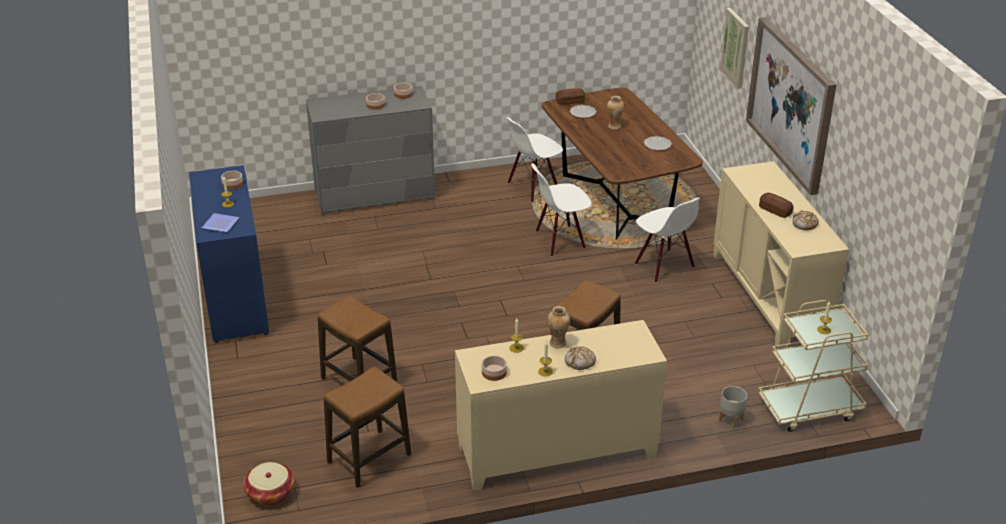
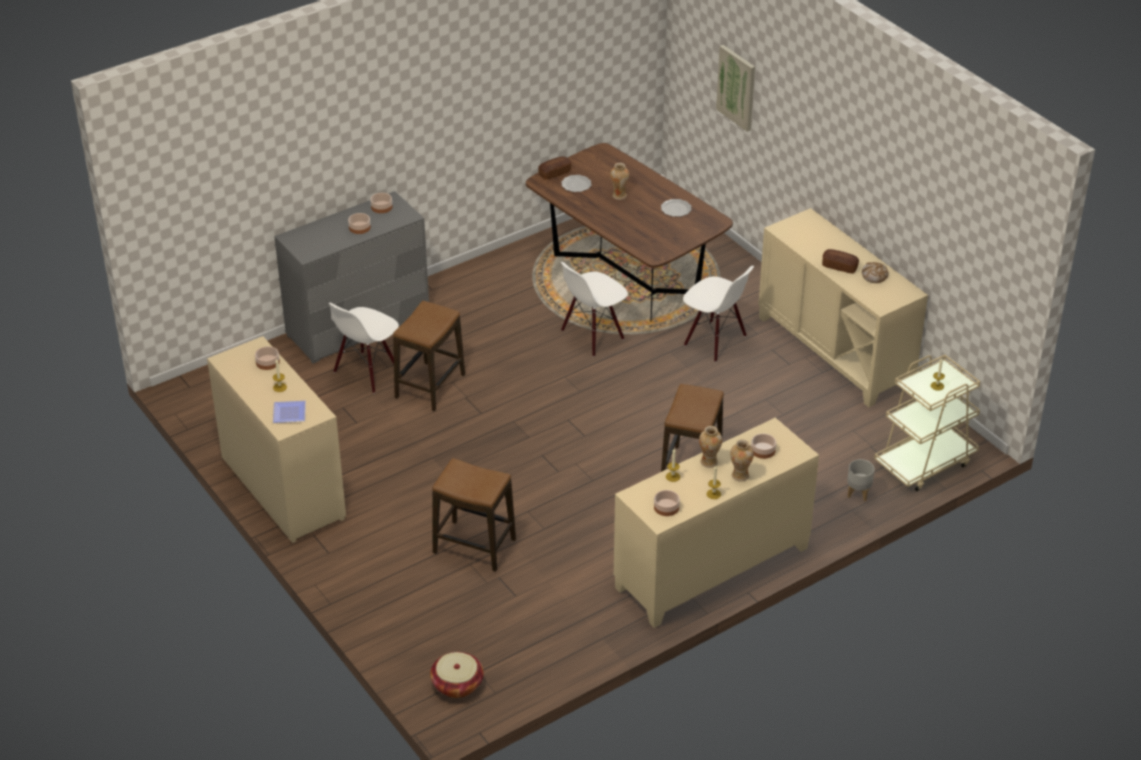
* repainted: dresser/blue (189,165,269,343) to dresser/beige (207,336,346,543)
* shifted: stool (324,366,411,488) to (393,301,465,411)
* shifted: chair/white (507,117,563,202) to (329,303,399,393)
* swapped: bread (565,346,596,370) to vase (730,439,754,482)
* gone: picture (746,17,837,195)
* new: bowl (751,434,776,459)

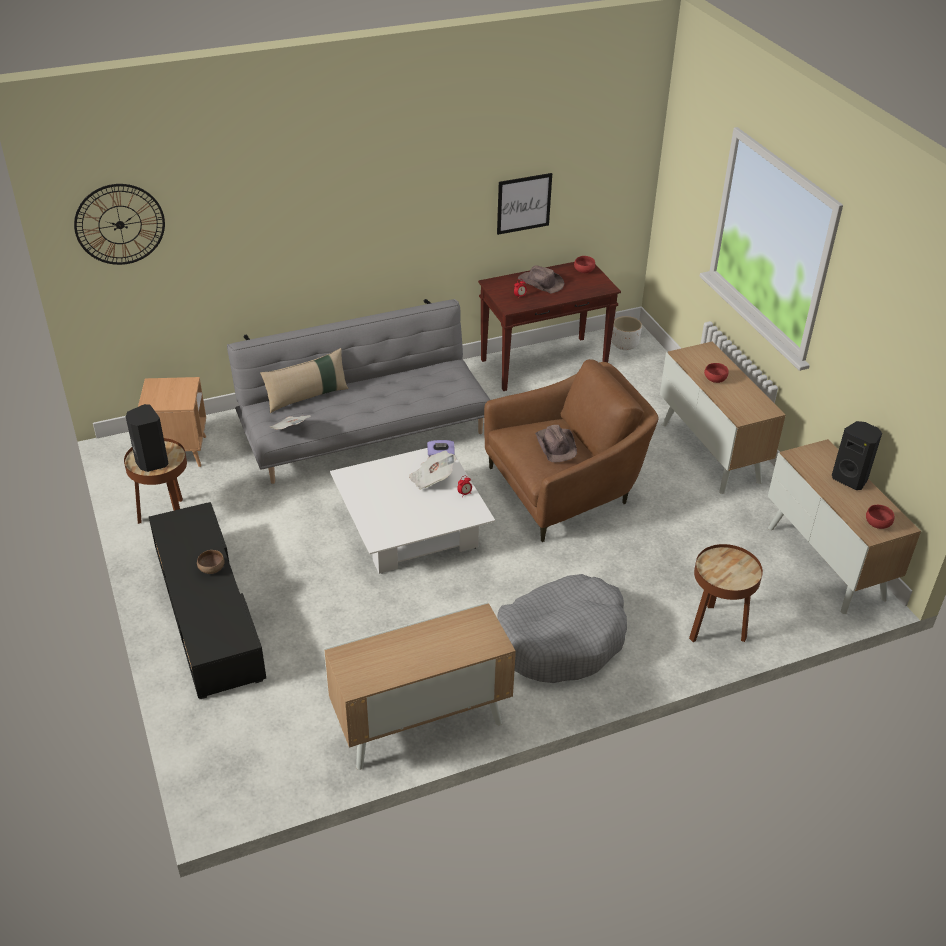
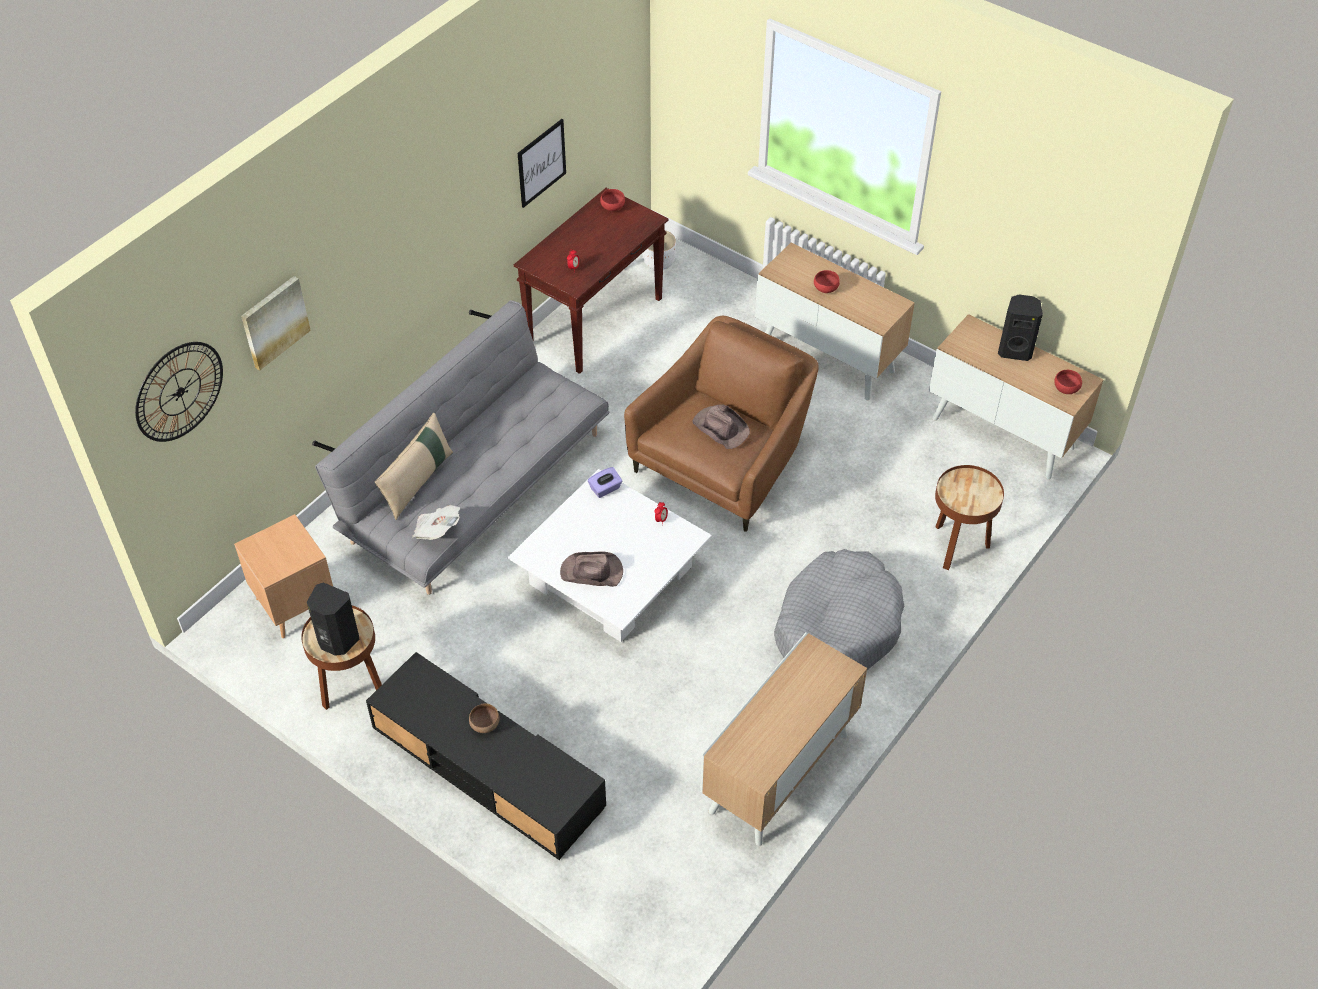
* gone: newspaper (409,451,456,490)
* shifted: hat/brown (517,265,564,293) to (560,552,623,587)
* new: picture (241,276,311,370)

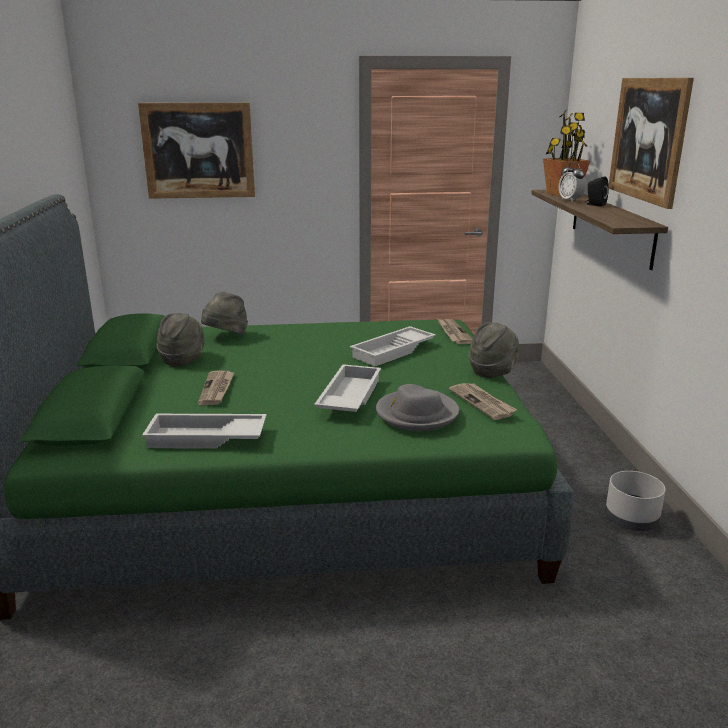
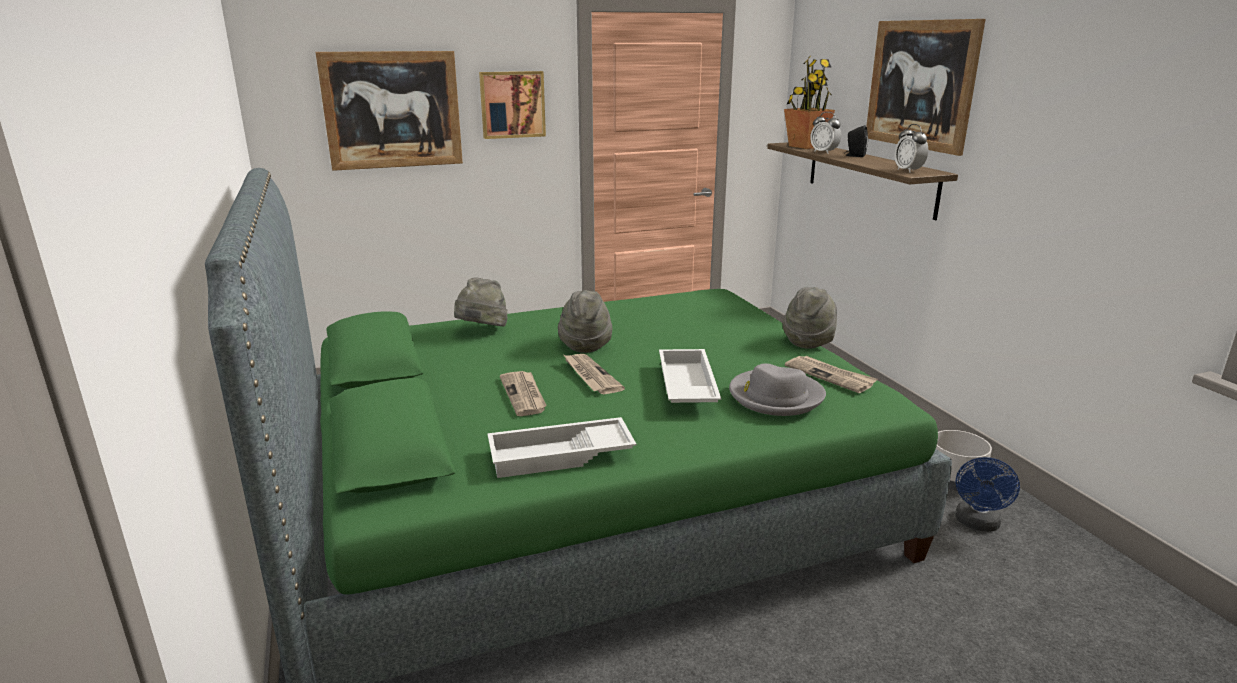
* shifted: hat/grey (157,313,204,367) to (558,290,612,353)
* gone: tray/white (350,326,436,366)
* shifted: newspaper (438,319,472,344) to (564,354,625,394)
* new: picture (479,71,546,139)
* new: alarm clock (894,124,928,173)
* new: fan/blue (955,457,1020,532)

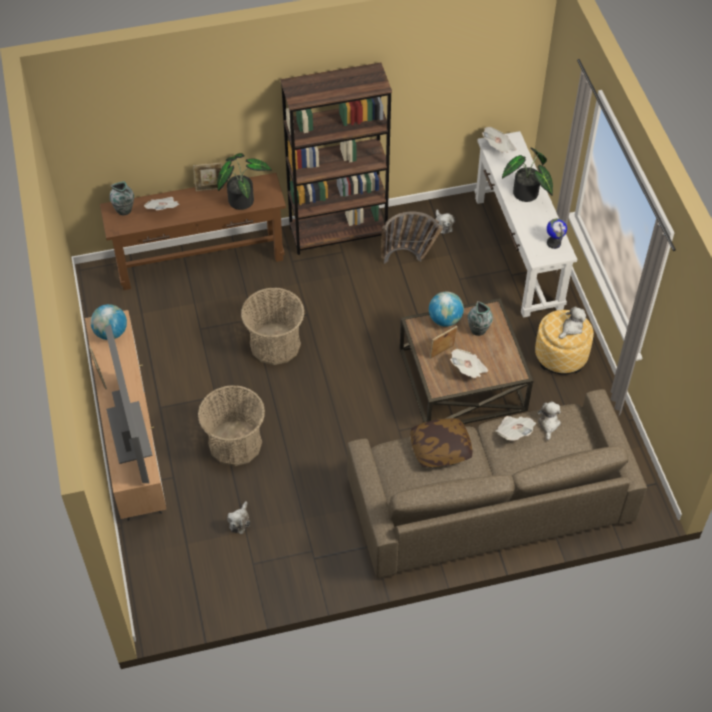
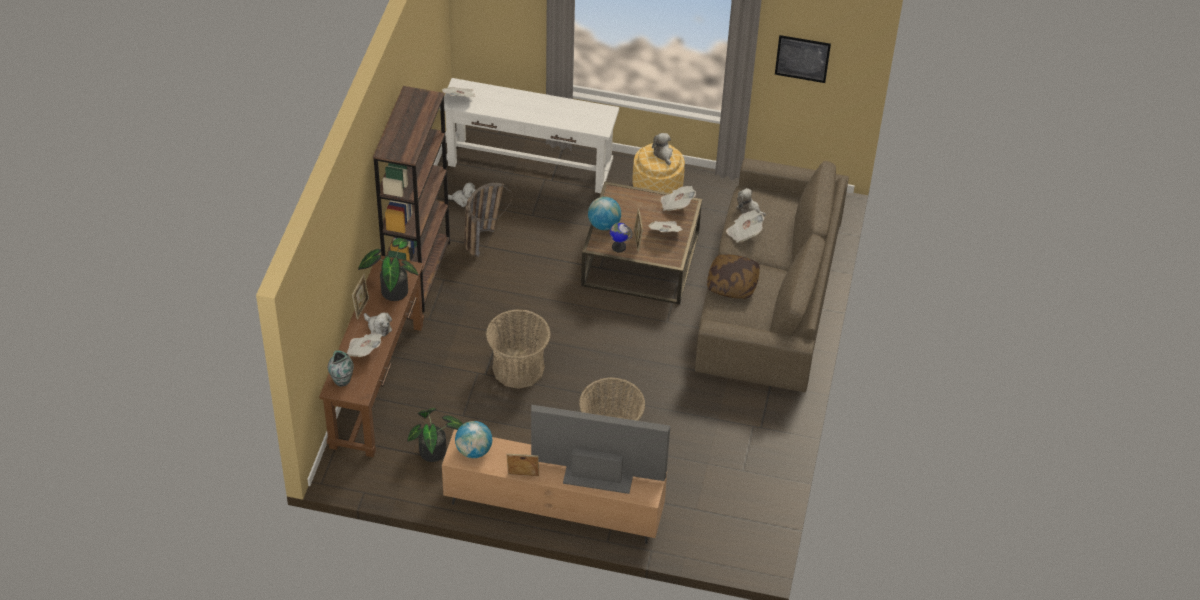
* shifted: plush toy (227,501,250,534) to (364,312,392,337)
* gone: vase (467,301,493,336)
* shifted: potted plant (502,148,553,202) to (407,408,463,462)
* shifted: globe (547,218,567,249) to (610,222,633,253)
* new: newspaper (660,186,696,211)
* new: picture (775,35,831,83)

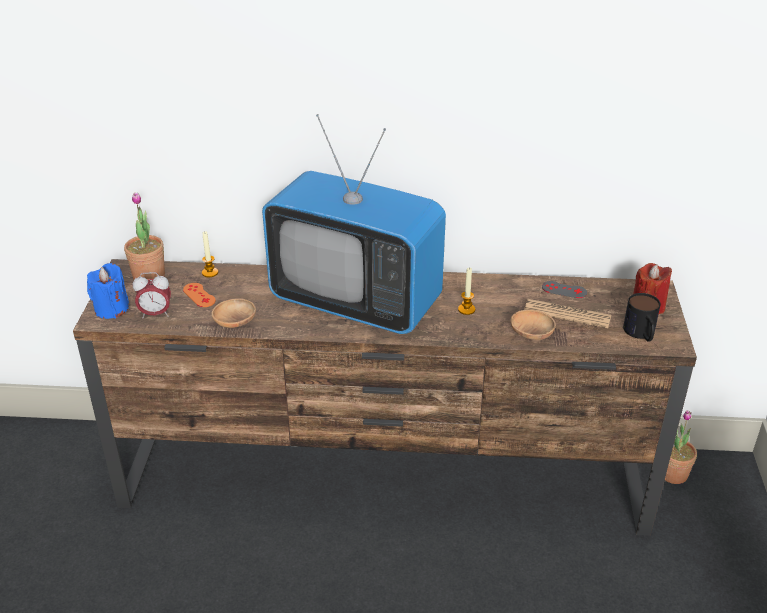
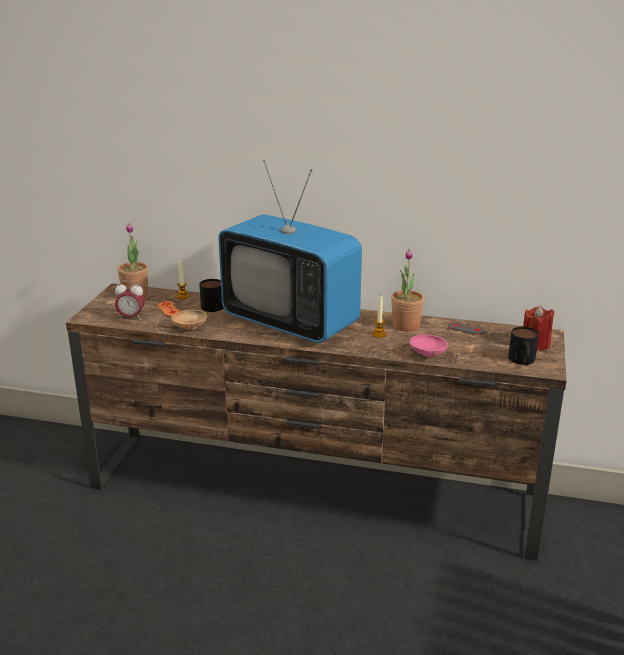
* gone: candle/blue (87,263,129,319)
* repainted: bowl/brown (510,310,556,340) to bowl/pink (410,334,448,357)
* gone: newspaper (524,299,611,328)
* shifted: potted plant (665,410,697,484) to (391,249,424,332)
* new: mug (199,279,223,312)

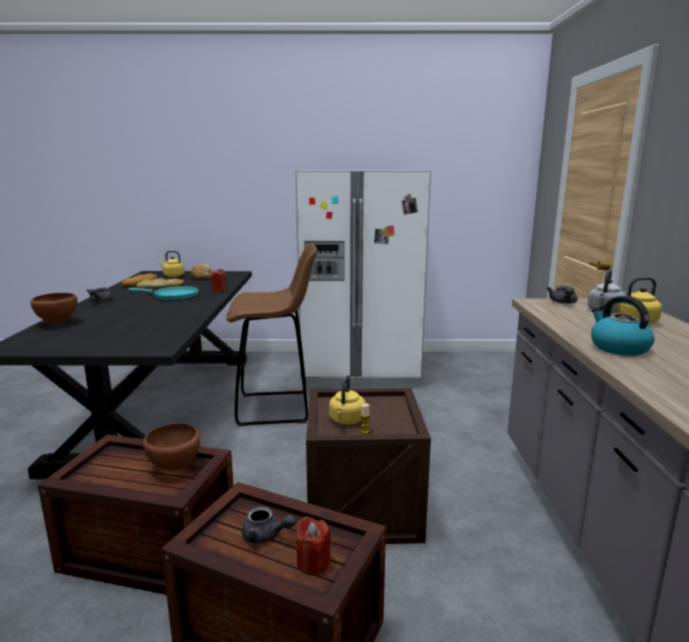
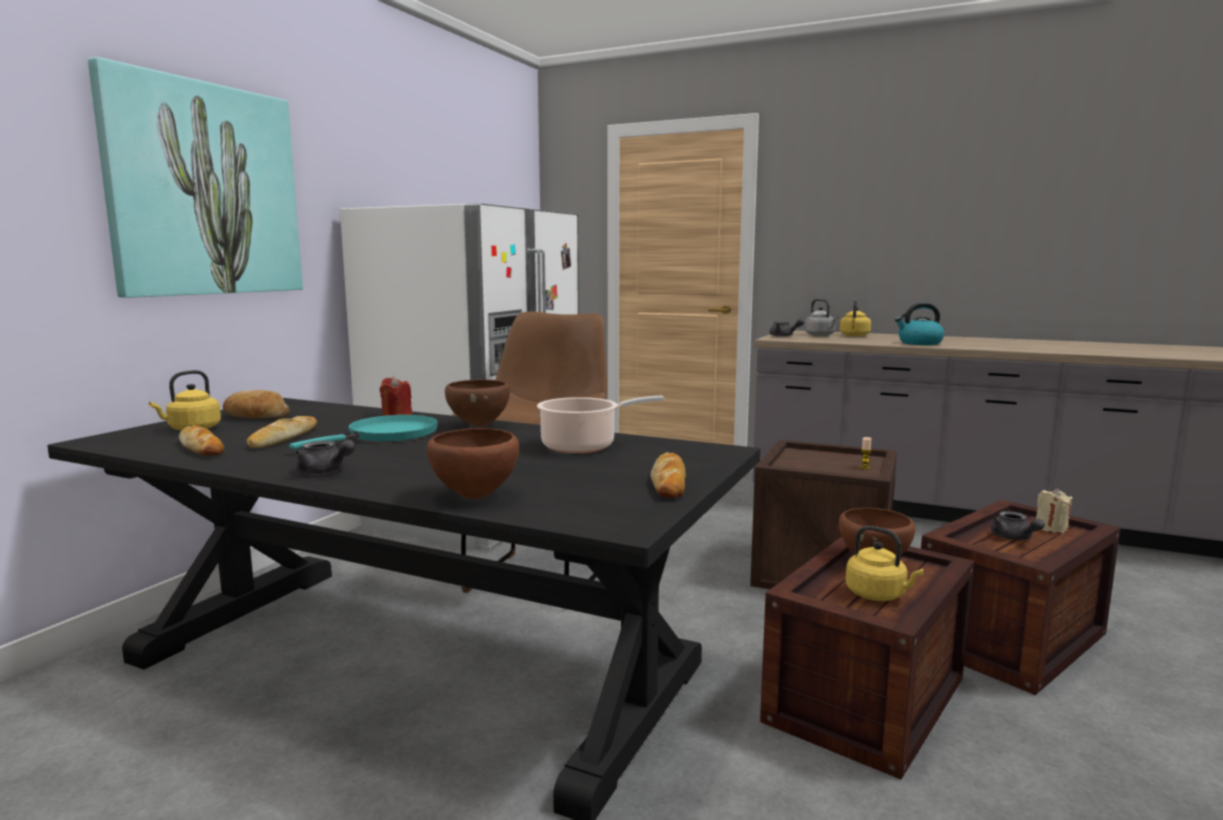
* rotated: teapot/grey (242,506,296,544) = (991,511,1045,540) 120 degrees clockwise
* repainted: candle/red (296,516,331,575) to candle/beige (1036,488,1073,534)
* shifted: kettle/yellow (329,375,366,425) to (846,526,924,601)
* new: picture (88,57,303,298)
* new: bowl/brown (445,380,510,427)
* new: cooking pot (537,396,664,453)
* new: bread (650,452,686,498)

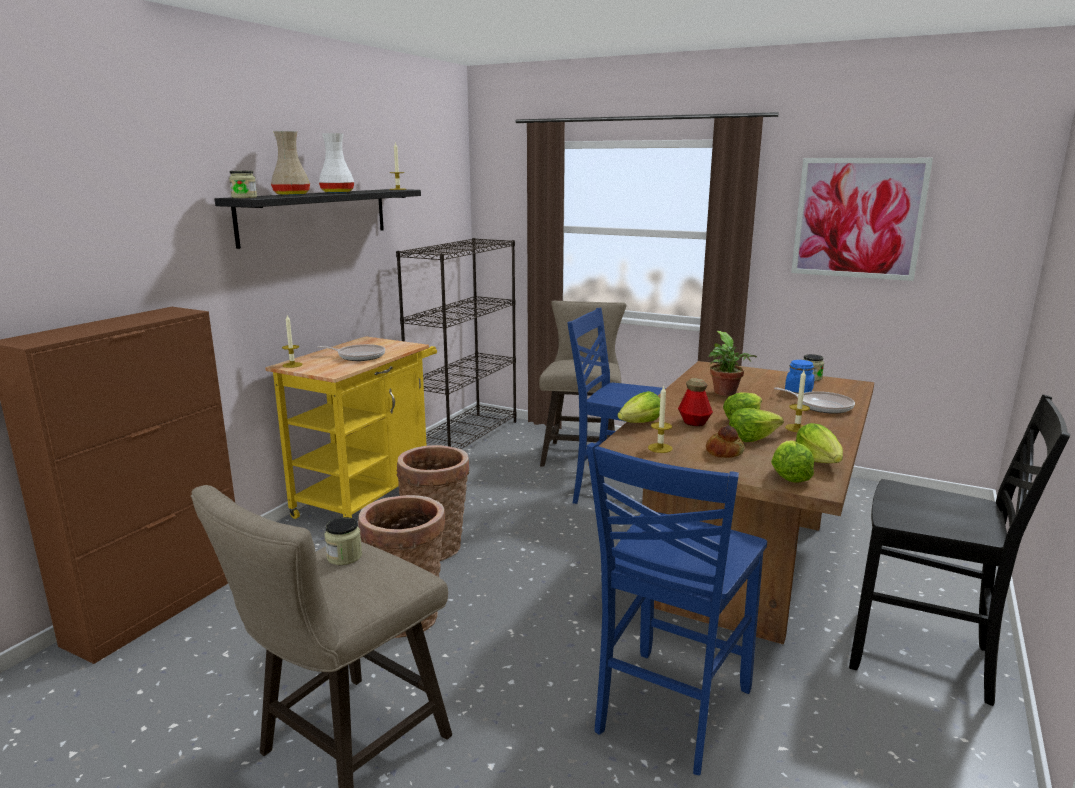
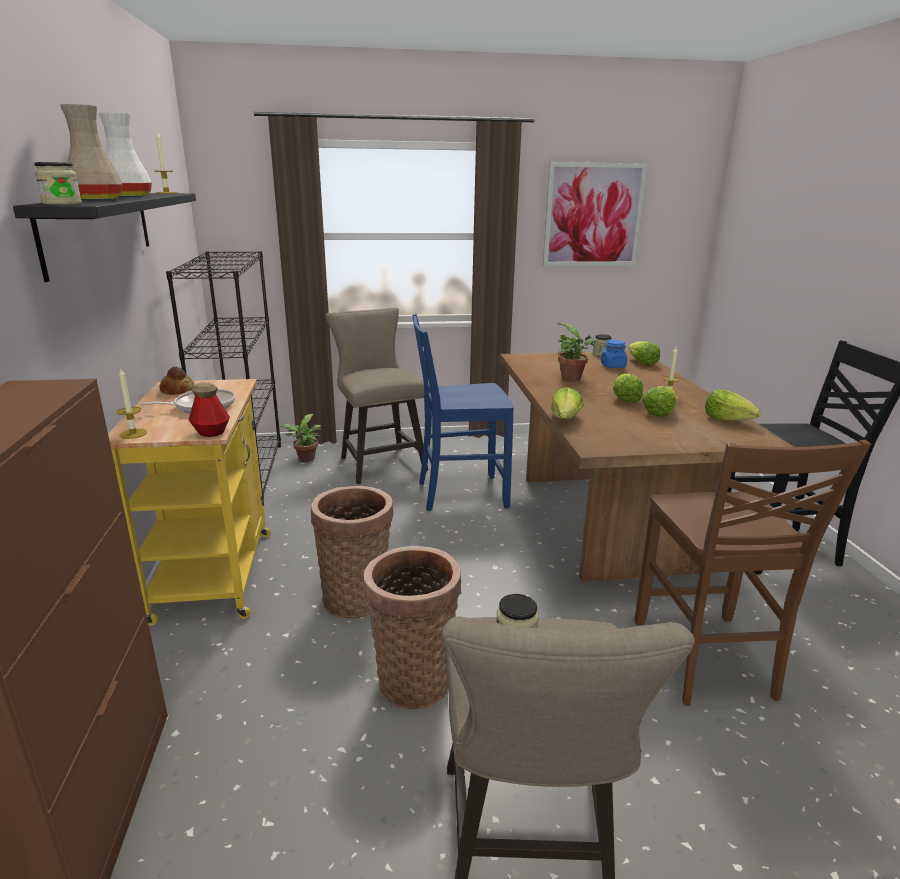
* repainted: chair/blue (586,443,767,775) to chair/brown (635,440,871,706)
* gone: candle (648,386,673,453)
* shifted: bottle (678,378,713,426) to (189,382,230,437)
* shifted: bread (706,425,745,458) to (159,367,194,395)
* shifted: lettuce (771,440,814,483) to (628,341,660,365)
* gone: frying pan (774,387,855,414)
* new: potted plant (279,414,322,462)

